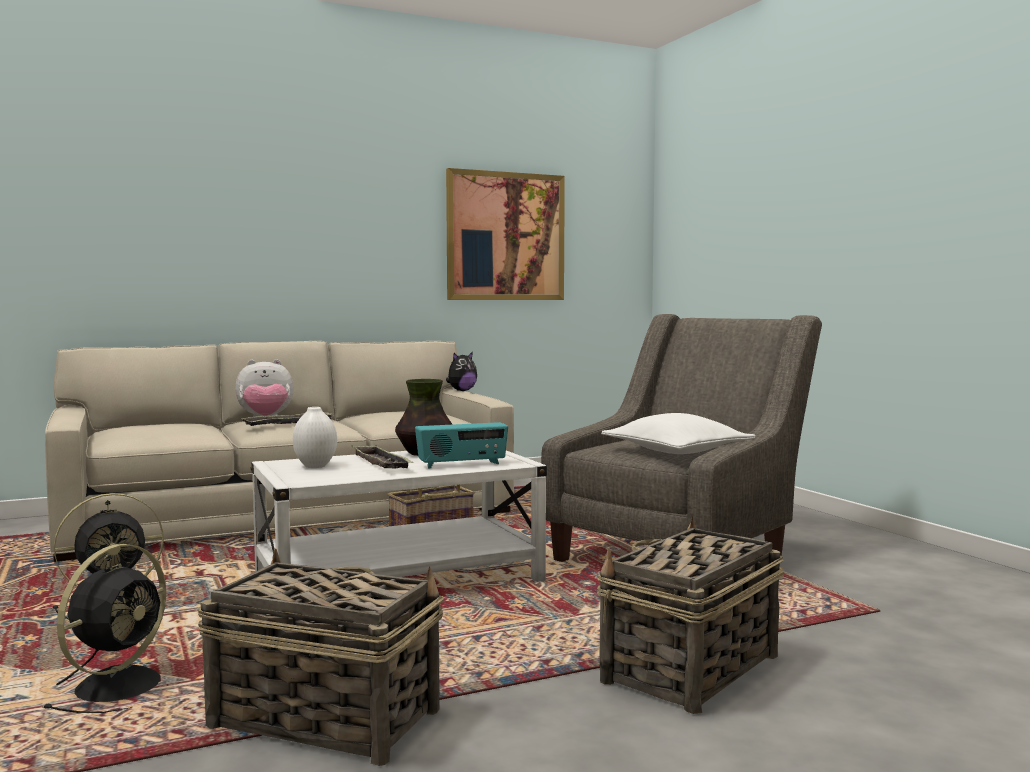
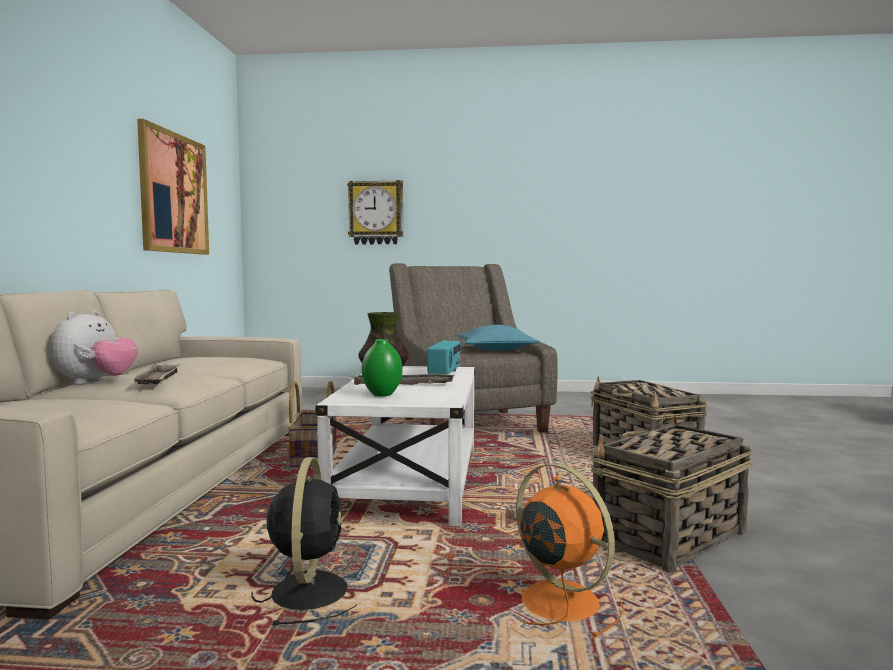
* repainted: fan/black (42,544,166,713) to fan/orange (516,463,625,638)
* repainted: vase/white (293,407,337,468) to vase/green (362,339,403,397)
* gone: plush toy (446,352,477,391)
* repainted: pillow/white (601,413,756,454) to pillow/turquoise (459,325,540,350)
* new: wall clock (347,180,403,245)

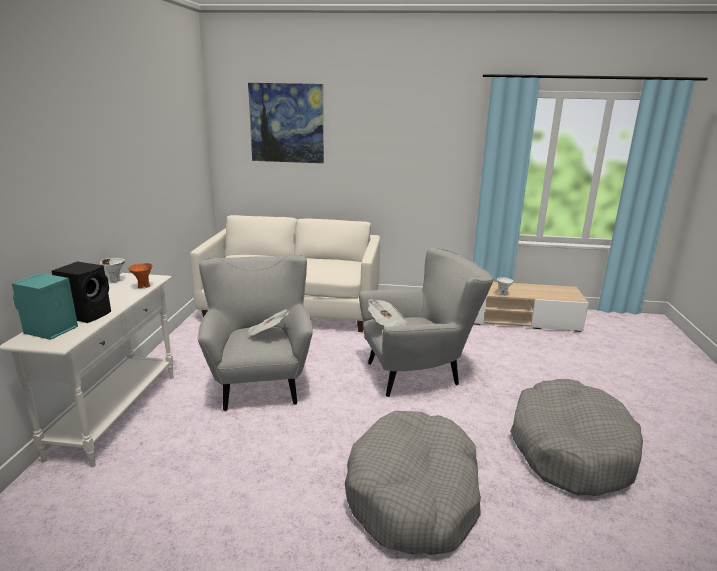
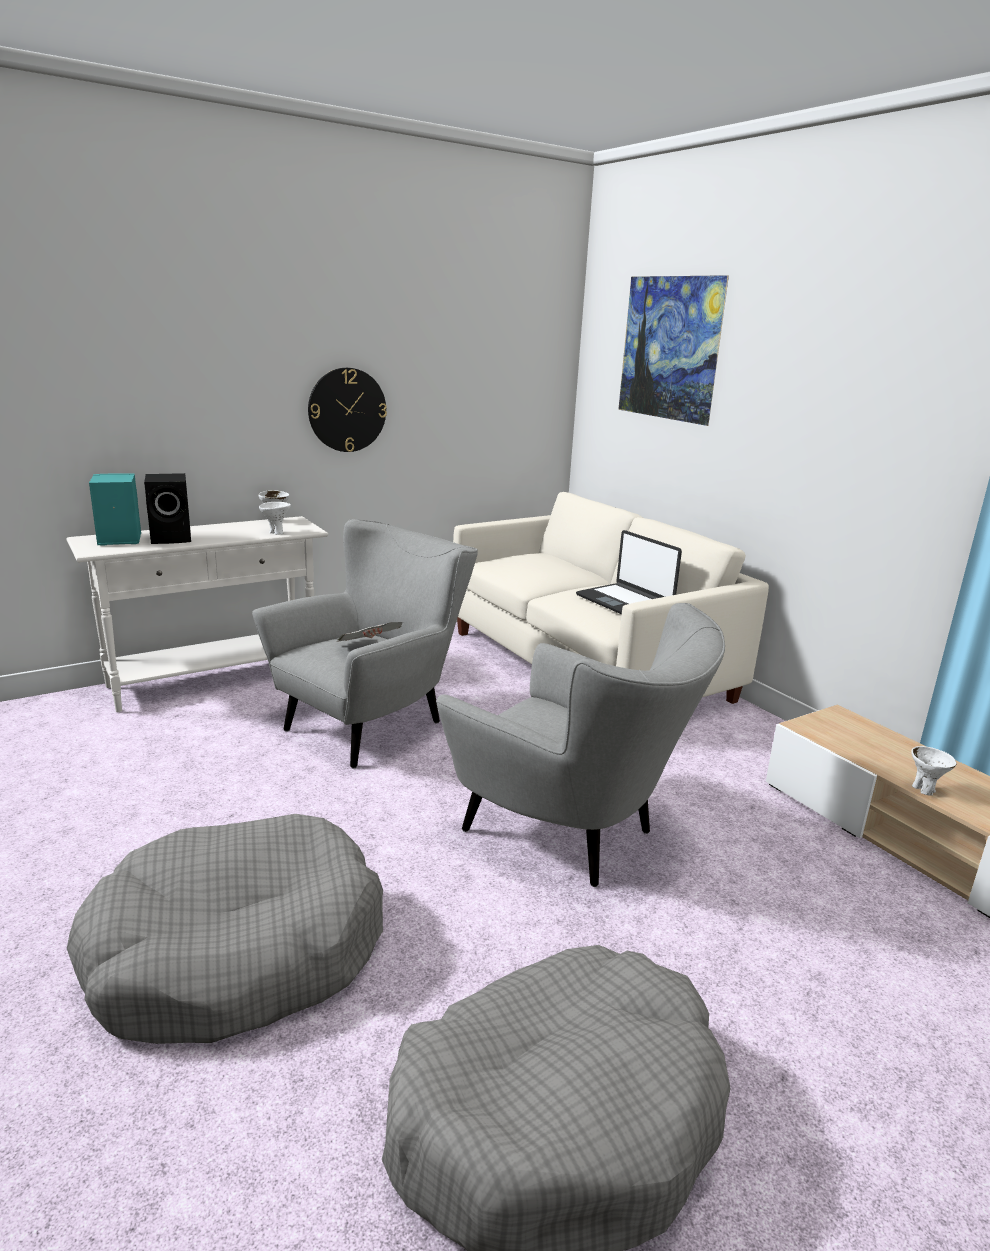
* repainted: bowl/orange (128,263,153,288) to bowl/white (259,502,291,535)
* gone: newspaper (368,299,407,327)
* new: wall clock (308,368,387,452)
* new: laptop (576,530,682,614)

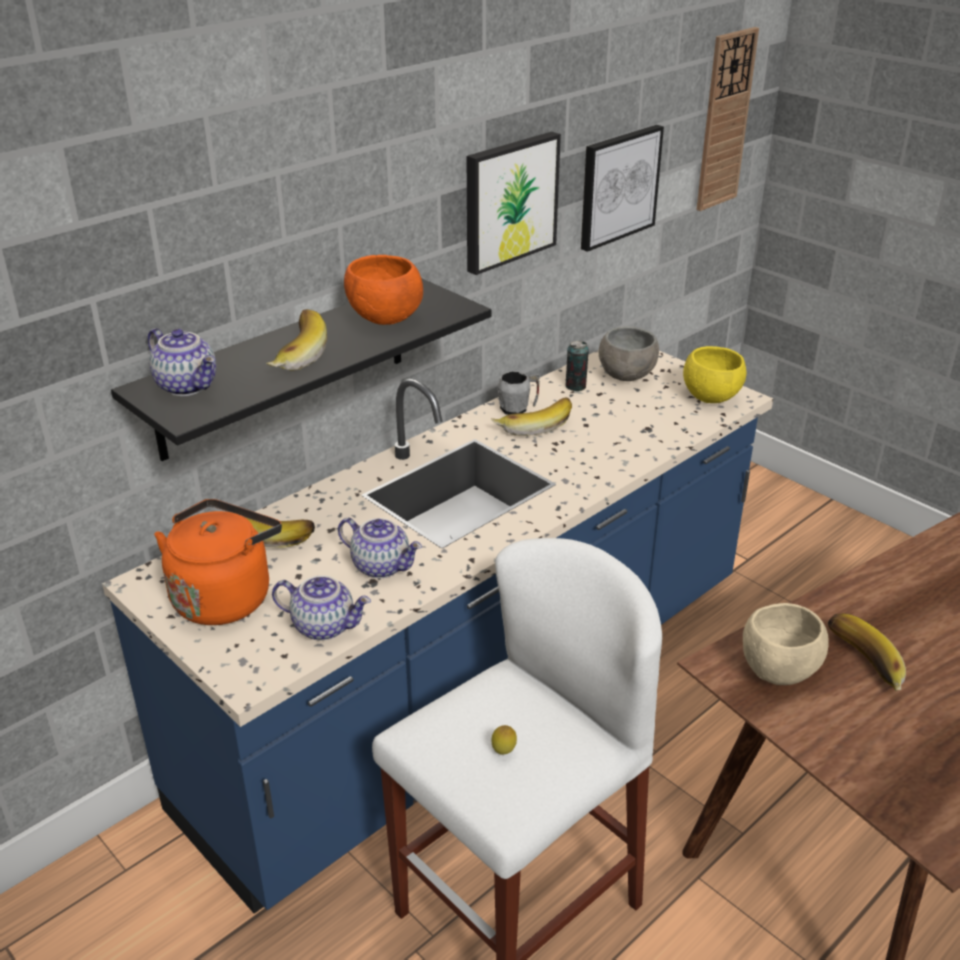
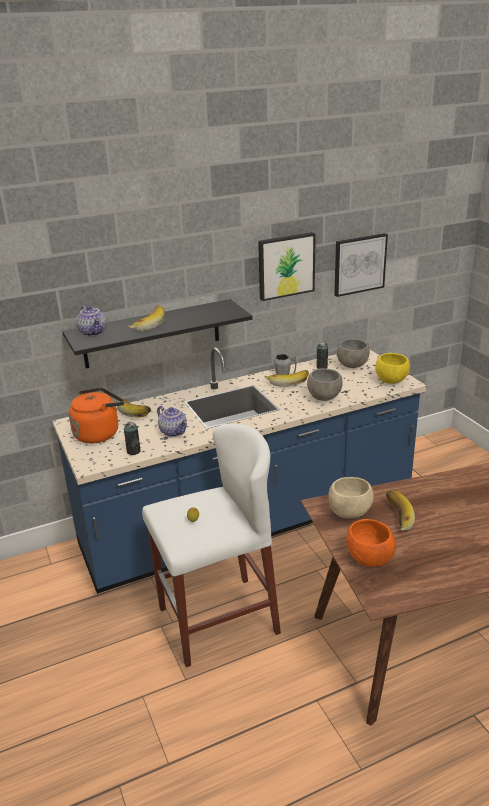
* swapped: teapot (272,575,371,641) to can (124,422,140,455)
* shifted: bowl/orange (344,255,423,325) to (346,519,396,567)
* gone: wall clock (696,27,759,211)
* new: bowl/grey (307,368,343,401)

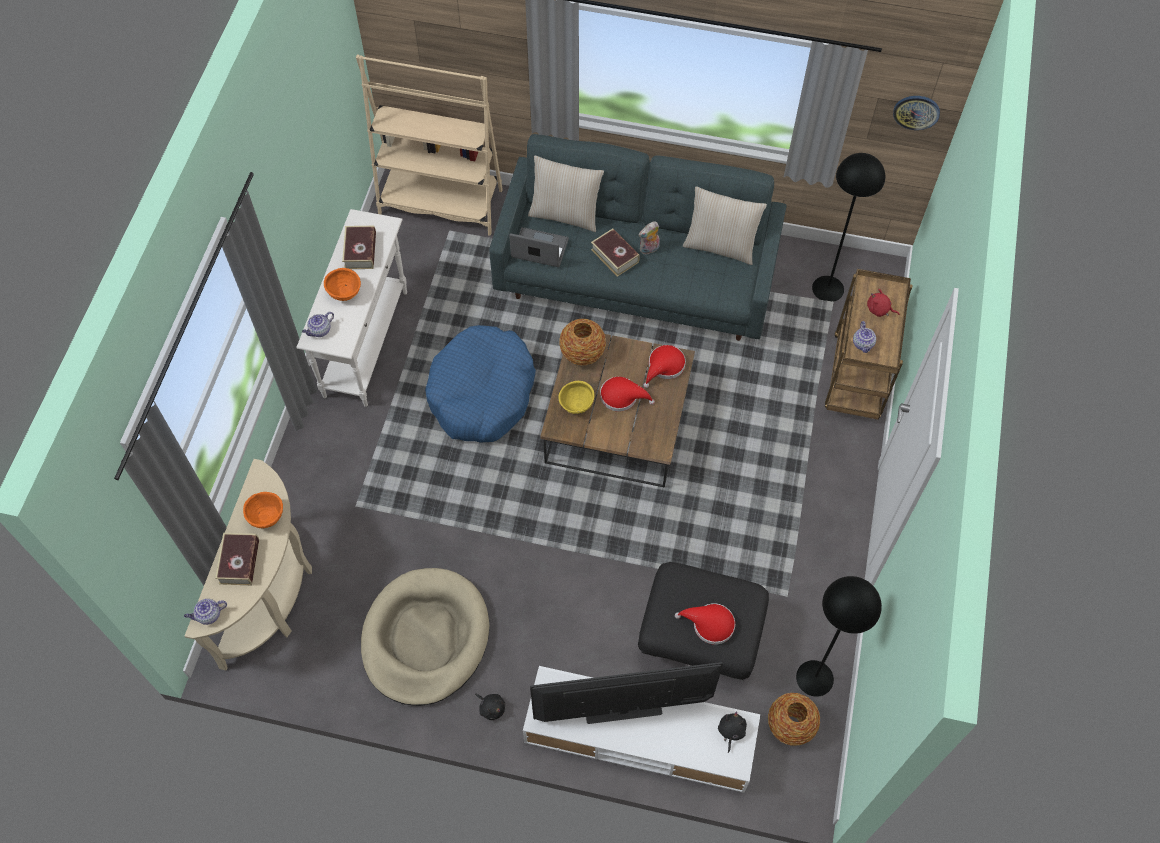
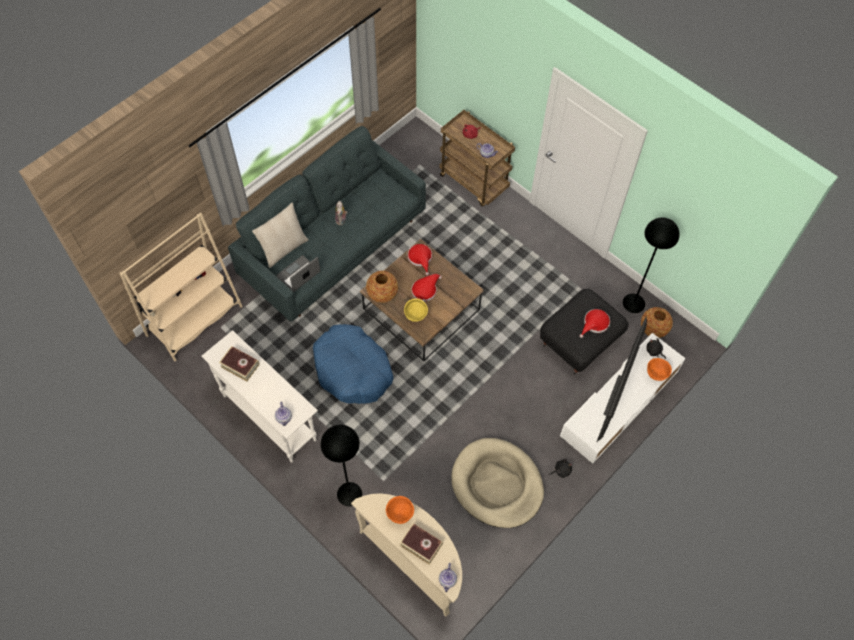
* shifted: bowl/orange (324,268,361,301) to (647,358,672,381)
* gone: book (591,228,640,277)
* gone: pillow/beige (683,187,767,265)
* shifted: floor lamp/black (812,153,885,301) to (320,425,362,506)
* gone: wall clock (893,96,940,130)

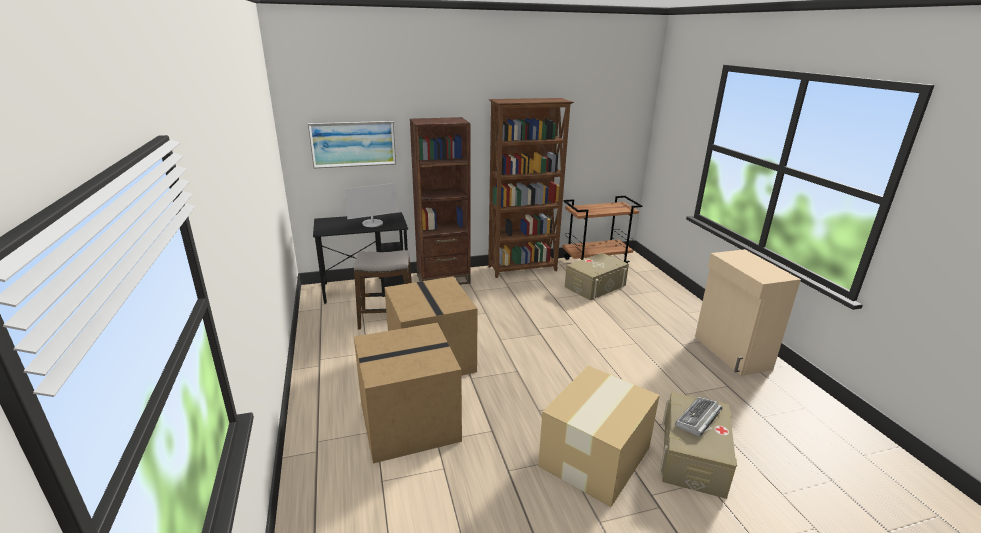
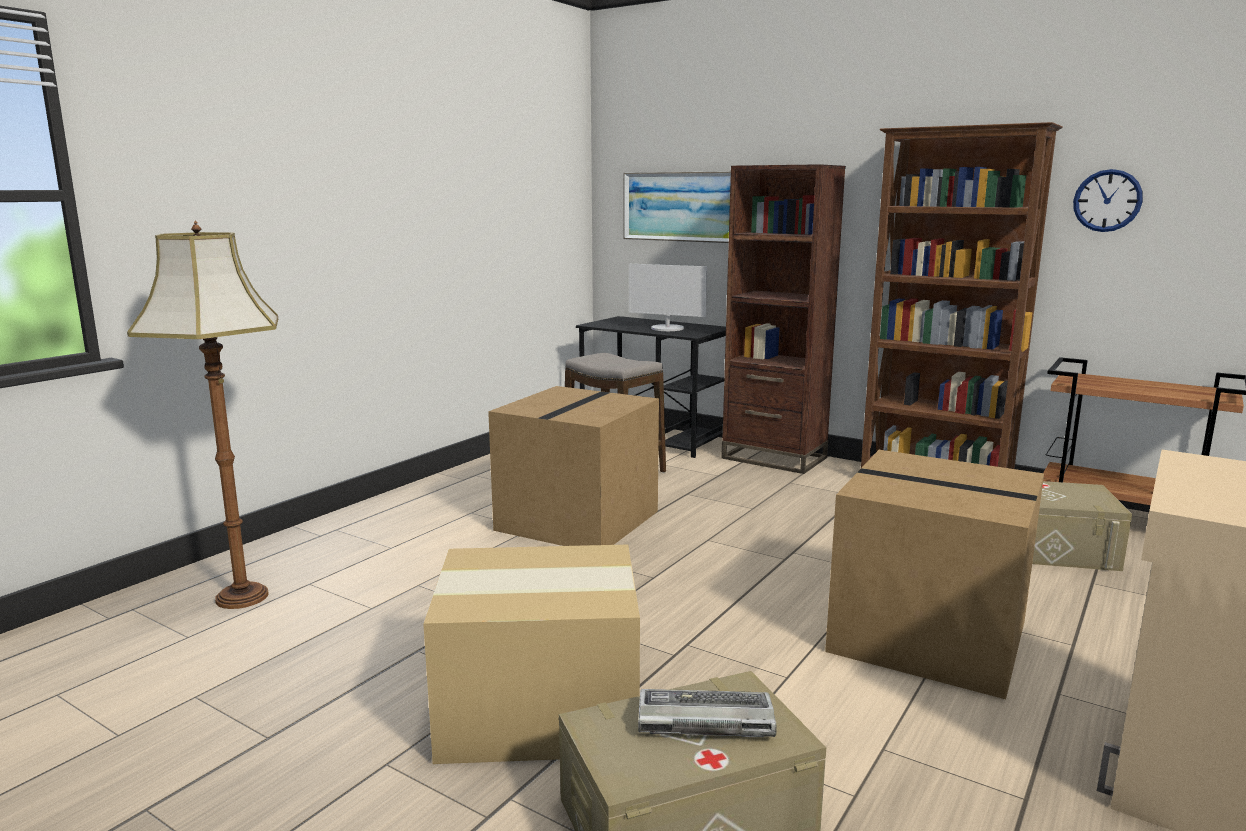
* shifted: cardboard box (354,323,462,463) to (825,450,1044,699)
* new: floor lamp (127,220,278,609)
* new: wall clock (1073,169,1143,232)

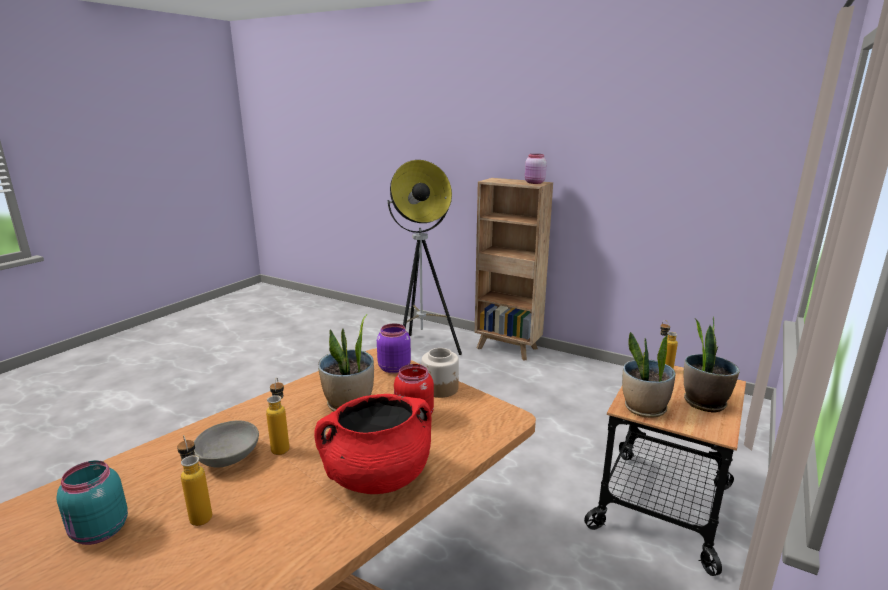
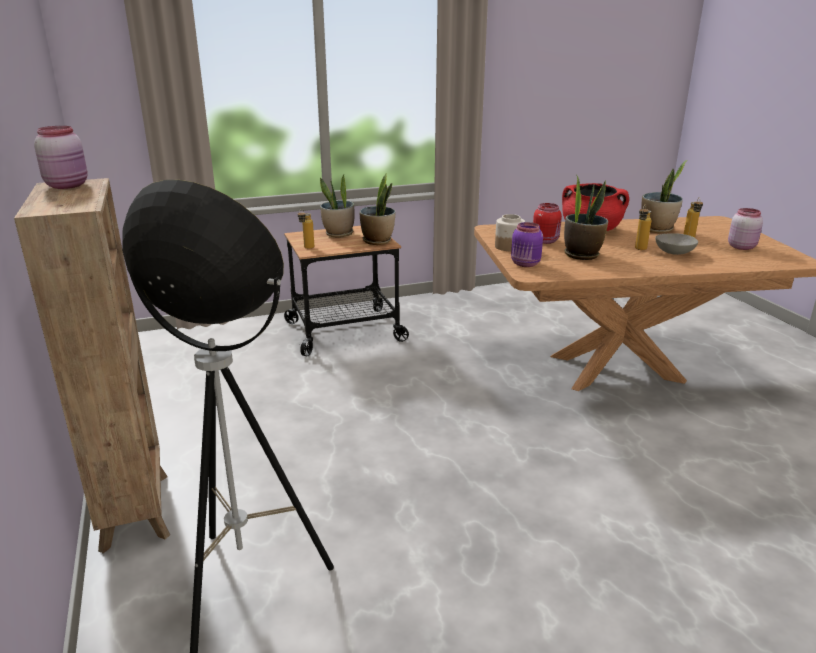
* repainted: jar/turquoise (56,460,128,545) to jar/pink (728,208,763,250)
* new: potted plant (641,160,687,233)

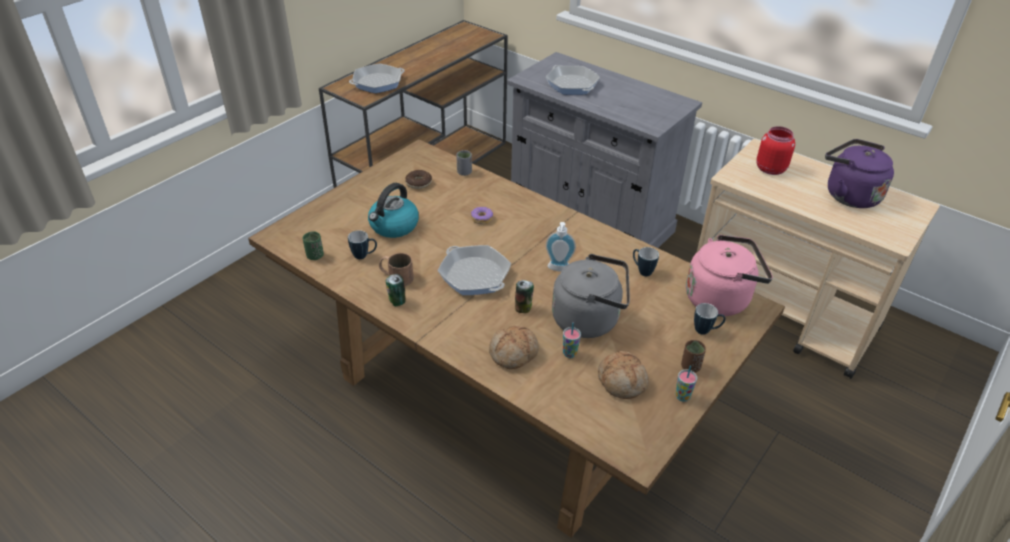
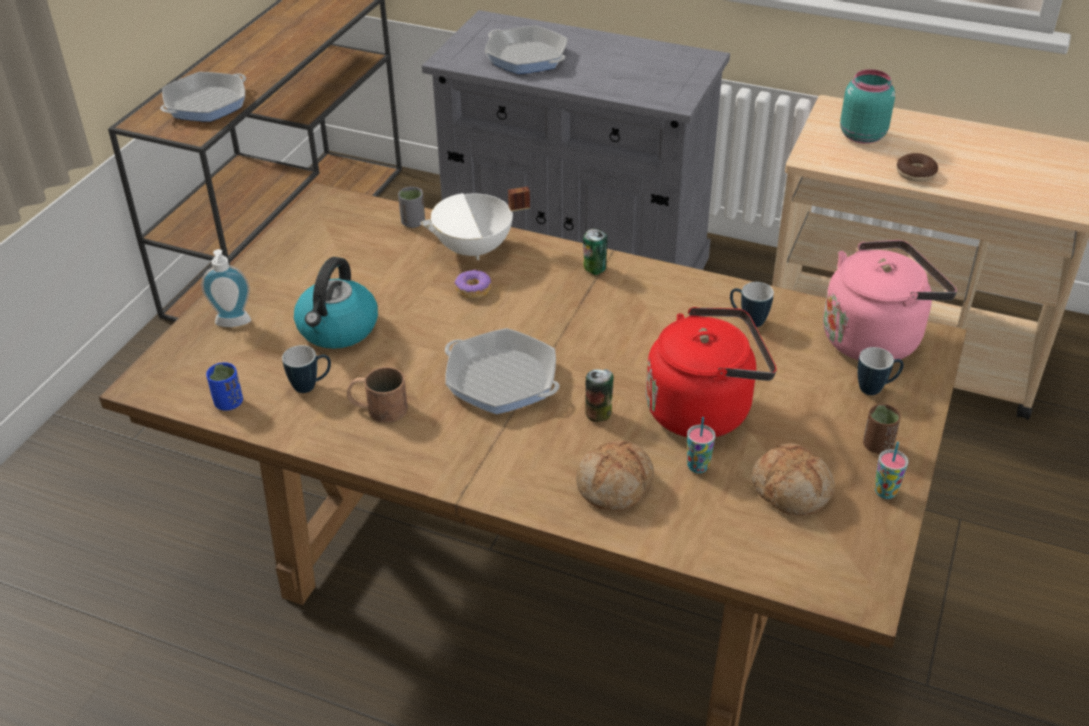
* repainted: cup/green (303,231,324,260) to cup/blue (206,362,243,410)
* shifted: can (386,274,406,306) to (583,228,607,275)
* shifted: donut (405,170,432,189) to (896,153,938,182)
* shifted: soap dispenser (546,222,576,271) to (201,249,251,327)
* repainted: kettle/grey (552,254,630,338) to kettle/red (646,307,777,437)
* repainted: jar/red (757,126,795,175) to jar/turquoise (840,69,895,144)
* gone: kettle/purple (825,139,894,208)
* new: cooking pot/white (420,186,530,260)

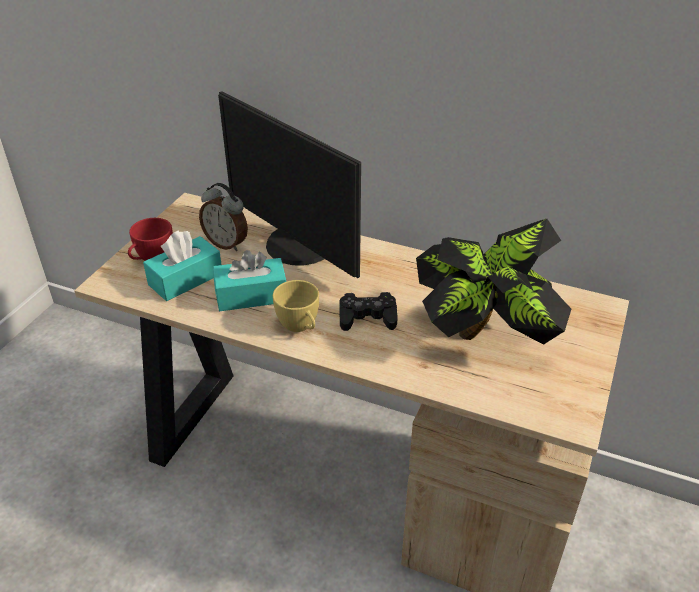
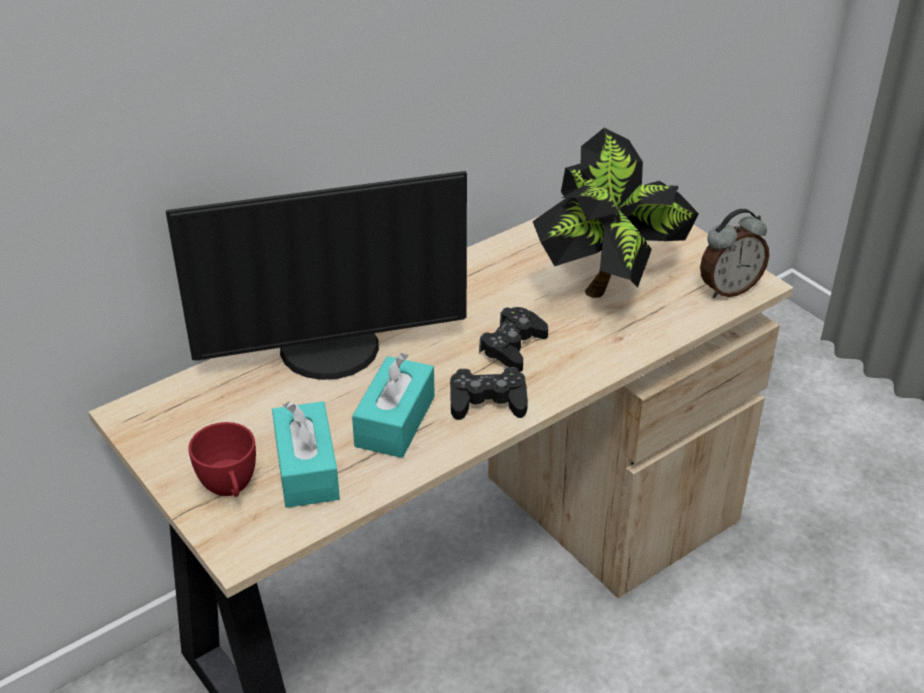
* shifted: alarm clock (199,183,248,251) to (700,209,769,298)
* swapped: cup/yellow (273,280,319,332) to game controller/black (450,367,528,420)

